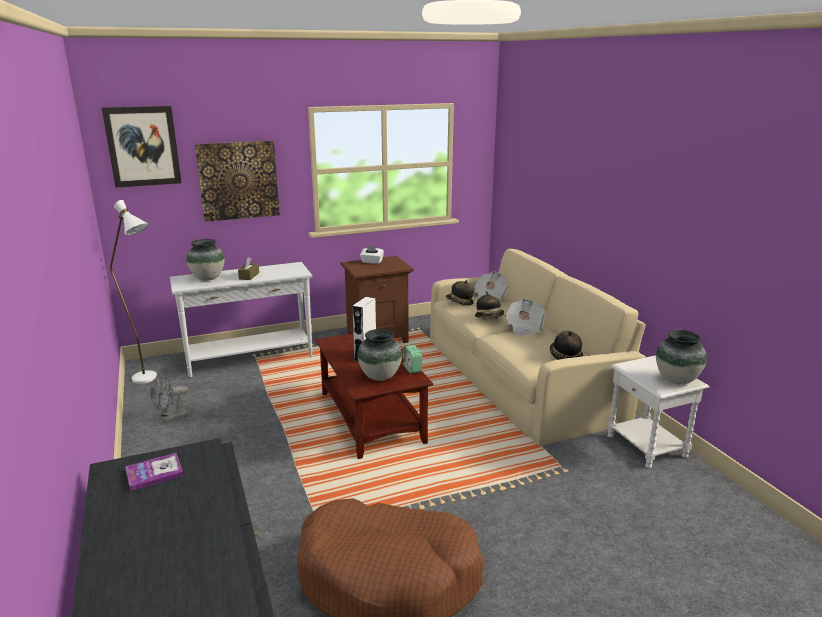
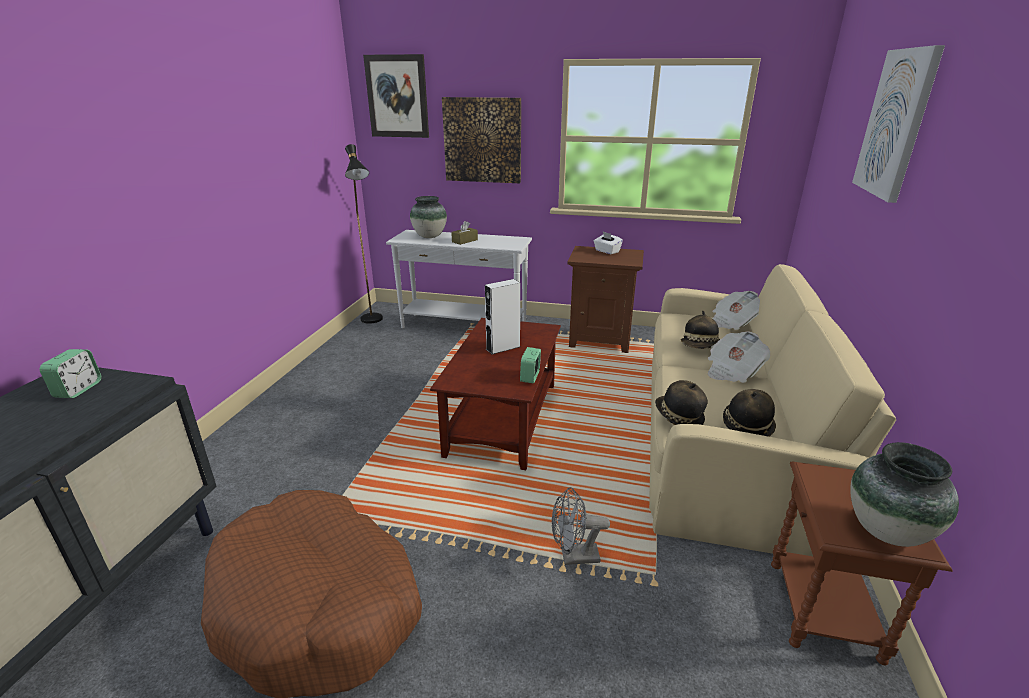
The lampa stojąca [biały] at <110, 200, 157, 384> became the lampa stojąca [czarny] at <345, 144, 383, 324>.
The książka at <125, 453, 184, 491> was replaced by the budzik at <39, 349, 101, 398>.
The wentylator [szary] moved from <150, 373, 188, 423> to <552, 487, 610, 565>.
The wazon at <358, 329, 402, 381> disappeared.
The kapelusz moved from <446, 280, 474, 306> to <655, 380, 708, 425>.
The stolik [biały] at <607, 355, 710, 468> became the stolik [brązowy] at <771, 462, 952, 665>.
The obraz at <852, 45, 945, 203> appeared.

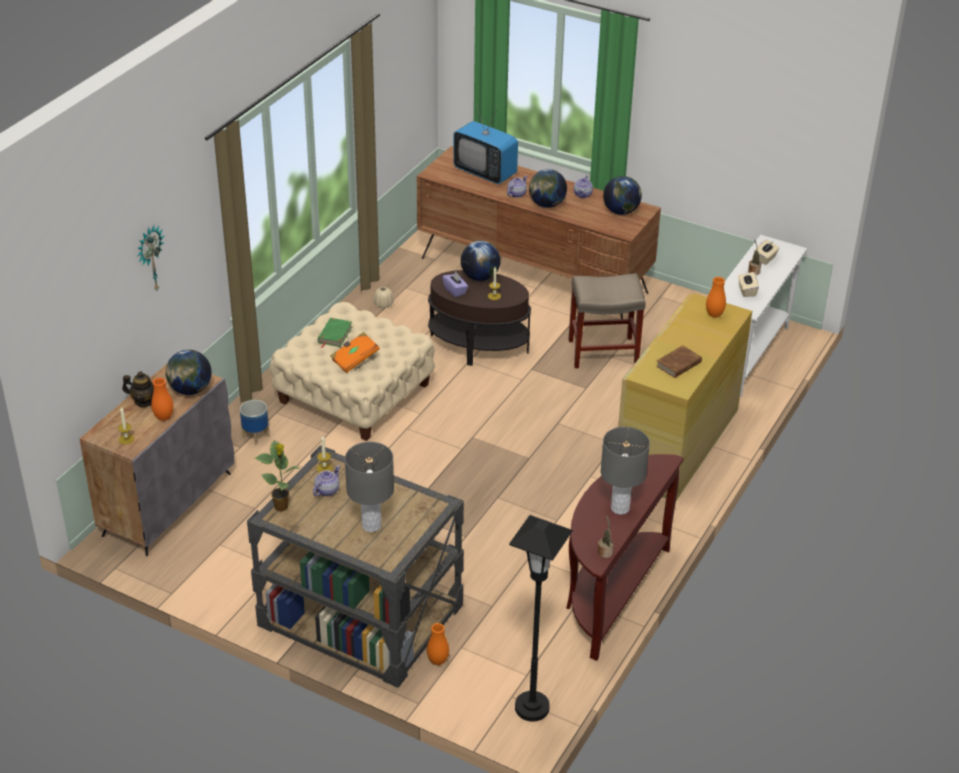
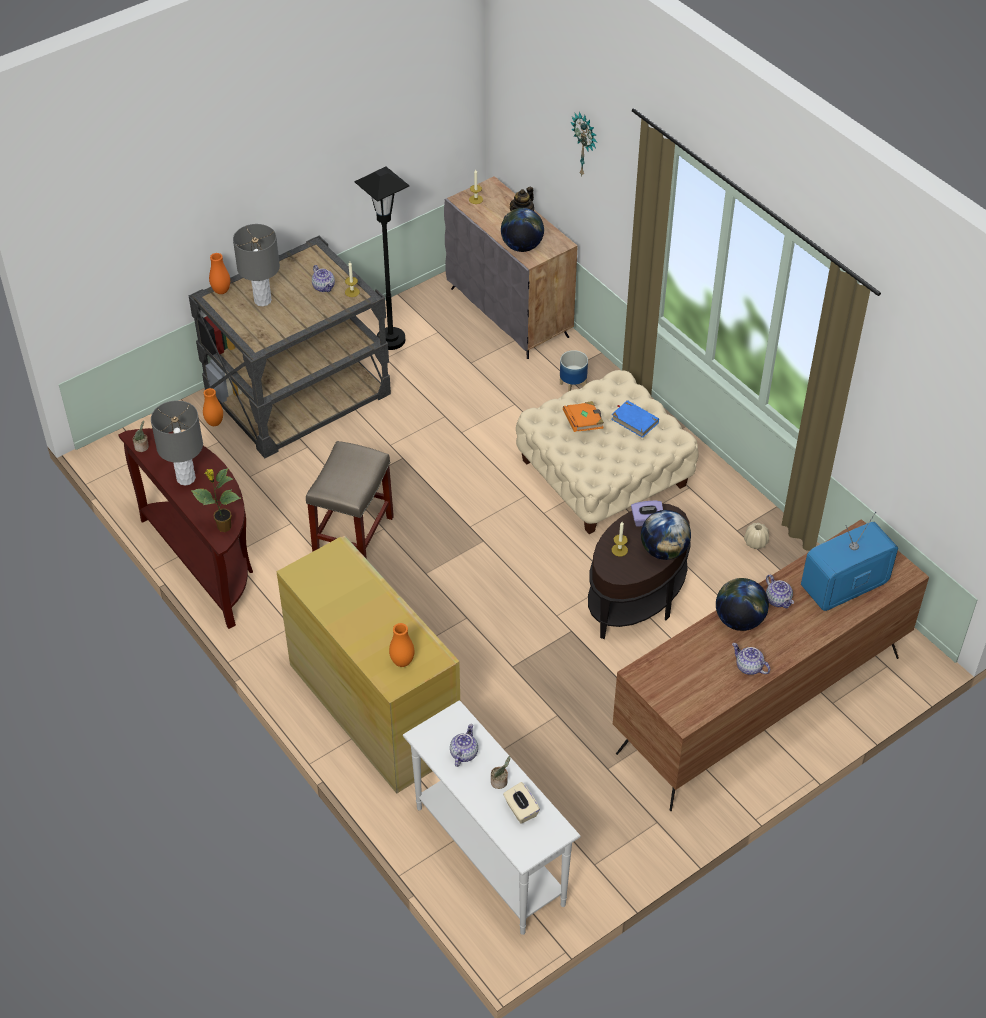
The wazon [pomarańczowy] moved from <151, 378, 173, 421> to <209, 253, 230, 294>.
The roślina doniczkowa moved from <255, 440, 301, 511> to <191, 468, 241, 532>.
The książka [zielony] at <318, 318, 352, 348> became the książka [niebieski] at <611, 400, 659, 438>.
The lampa stojąca [czarny] moved from <509, 515, 573, 722> to <354, 167, 409, 350>.
The stołek [beżowy] moved from <569, 273, 646, 368> to <306, 441, 394, 559>.
The globus at <603, 176, 642, 215> disappeared.
The książka [brązowy] at <656, 345, 702, 378> disappeared.
The pudełko chusteczek [beżowy] at <738, 272, 759, 297> was replaced by the imbryk at <450, 724, 478, 767>.

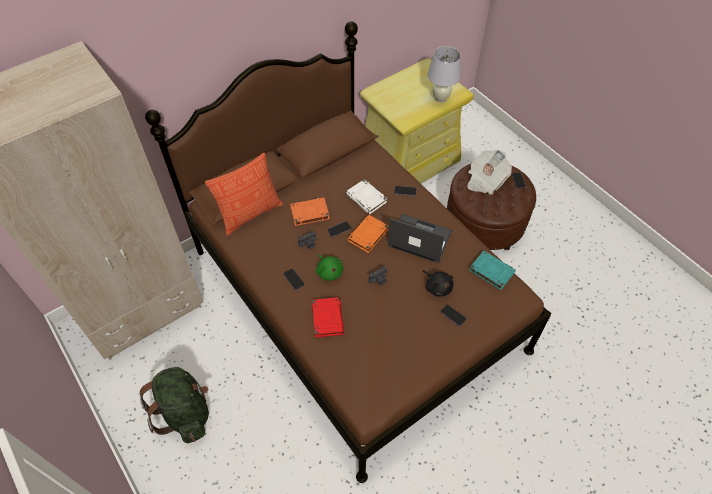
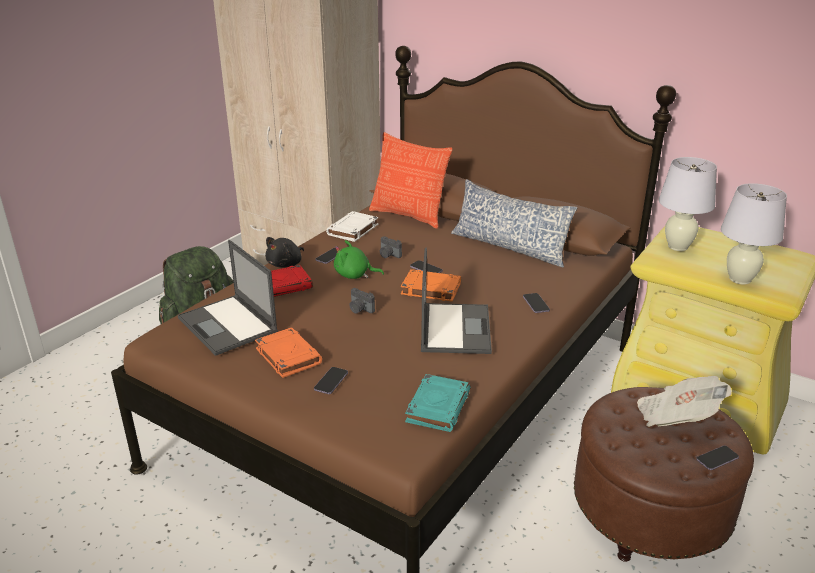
The książka [pomarańczowy] moved from <290, 197, 330, 226> to <255, 327, 322, 378>.
The pluszak [zielony] at <316, 254, 344, 281> turned 60 degrees clockwise.
The książka [biały] moved from <346, 179, 387, 215> to <326, 211, 378, 242>.
The pluszak [czarny] moved from <423, 270, 454, 297> to <265, 237, 304, 268>.
The laptop at <178, 240, 278, 356> appeared.
The poduszka at <451, 179, 578, 267> appeared.
The lampa stołowa [biały] at <659, 157, 717, 251> appeared.

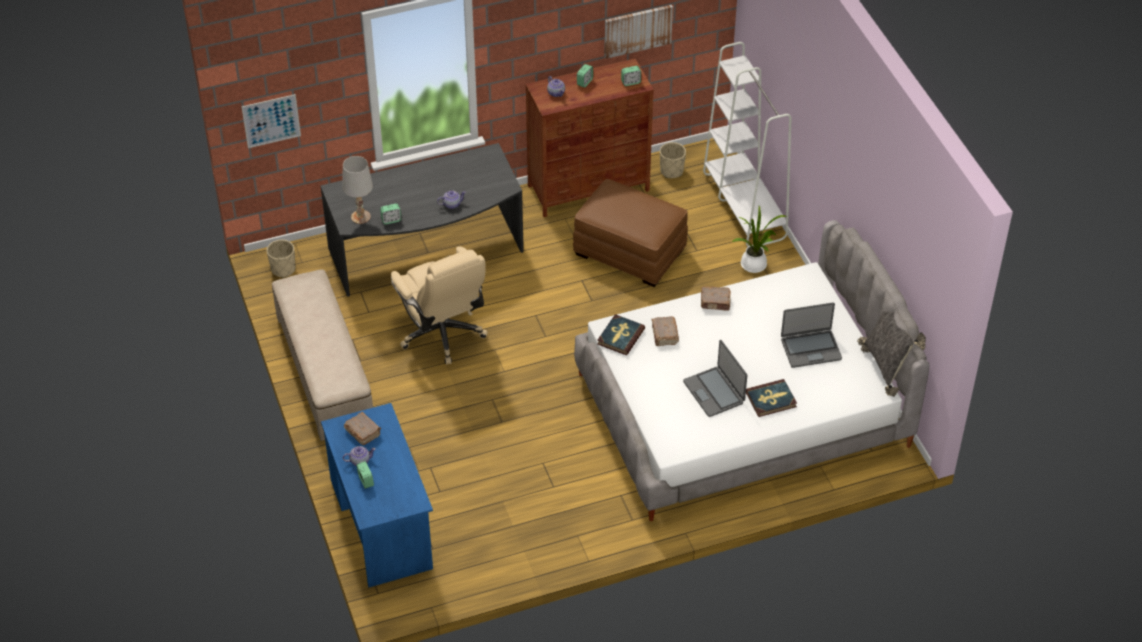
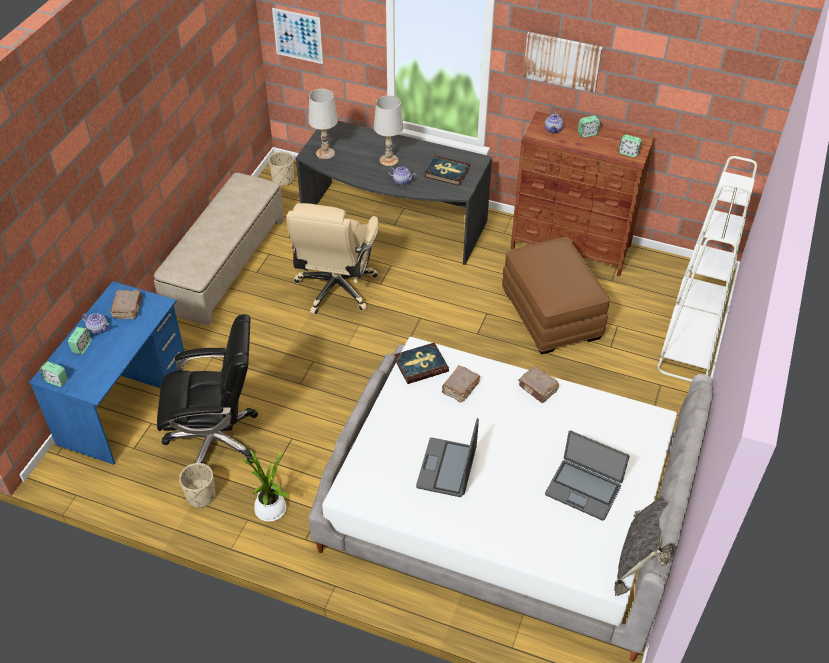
The budzik moved from <380, 203, 401, 225> to <40, 361, 68, 387>.
The obraz moved from <605, 5, 673, 59> to <523, 32, 603, 93>.
The donica [beżowy] moved from <660, 142, 686, 178> to <179, 463, 216, 508>.
The roślina doniczkowa moved from <732, 206, 787, 273> to <238, 449, 289, 522>.
The książka moved from <746, 379, 797, 417> to <424, 155, 470, 186>.
The krzesło biurowe [czarny] at <157, 314, 258, 464> appeared.
The lampa stołowa [biały] at <374, 95, 403, 166> appeared.

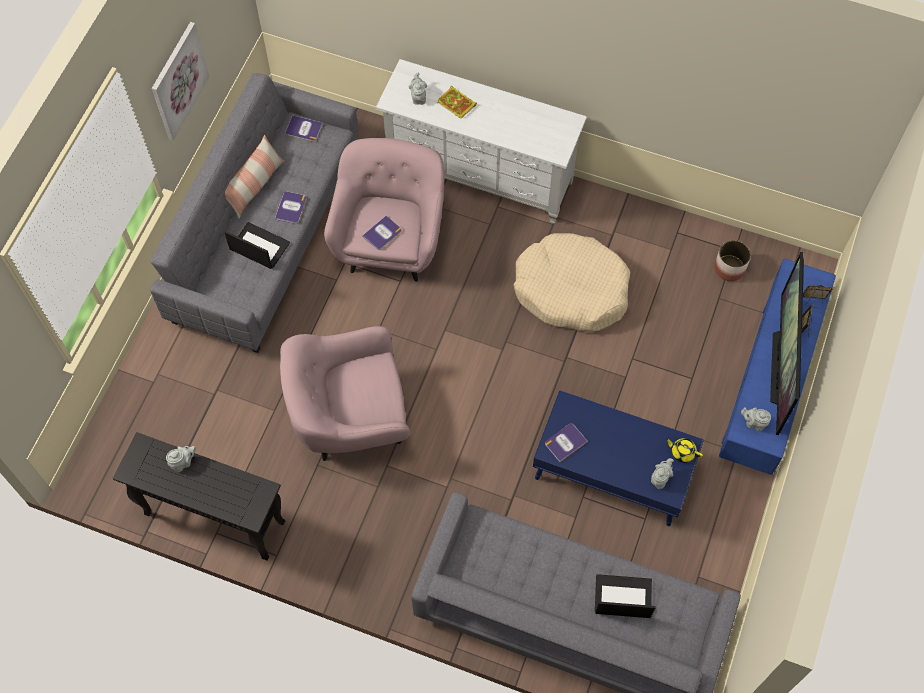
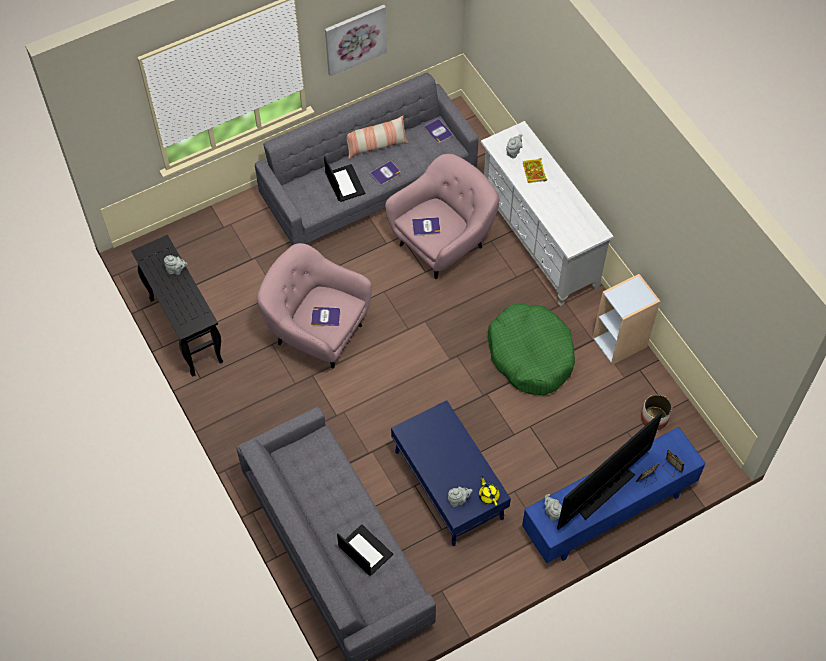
The legowisko [beżowy] at <514, 233, 630, 332> became the legowisko [zielony] at <488, 304, 575, 395>.
The książka moved from <545, 423, 588, 462> to <311, 307, 340, 326>.
The regał at <593, 274, 660, 365> appeared.

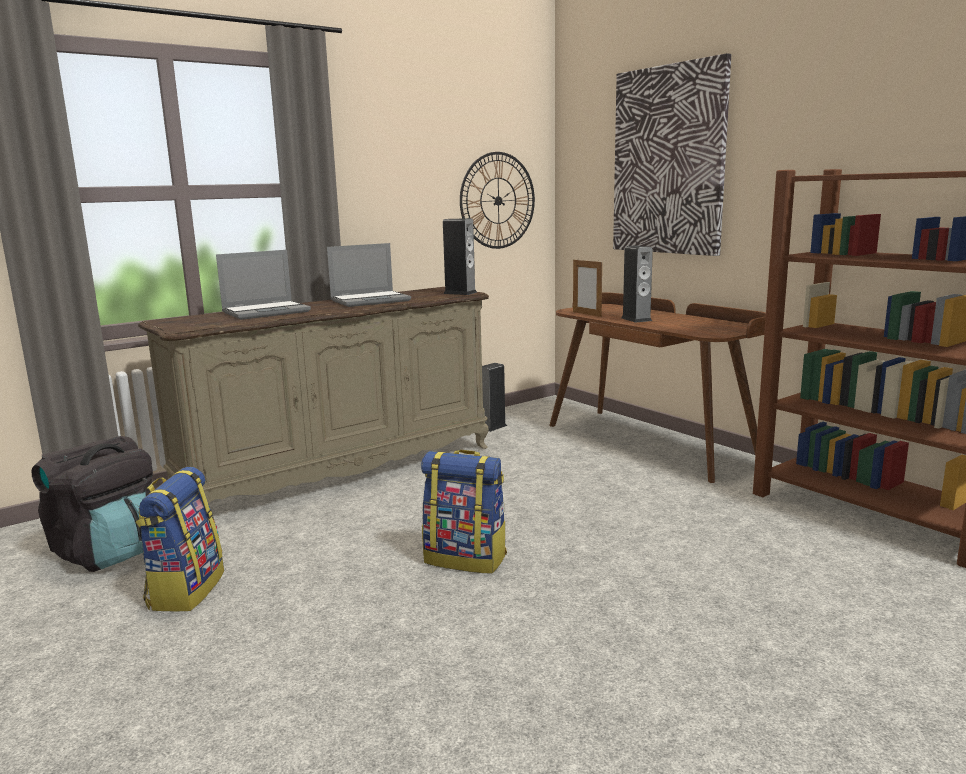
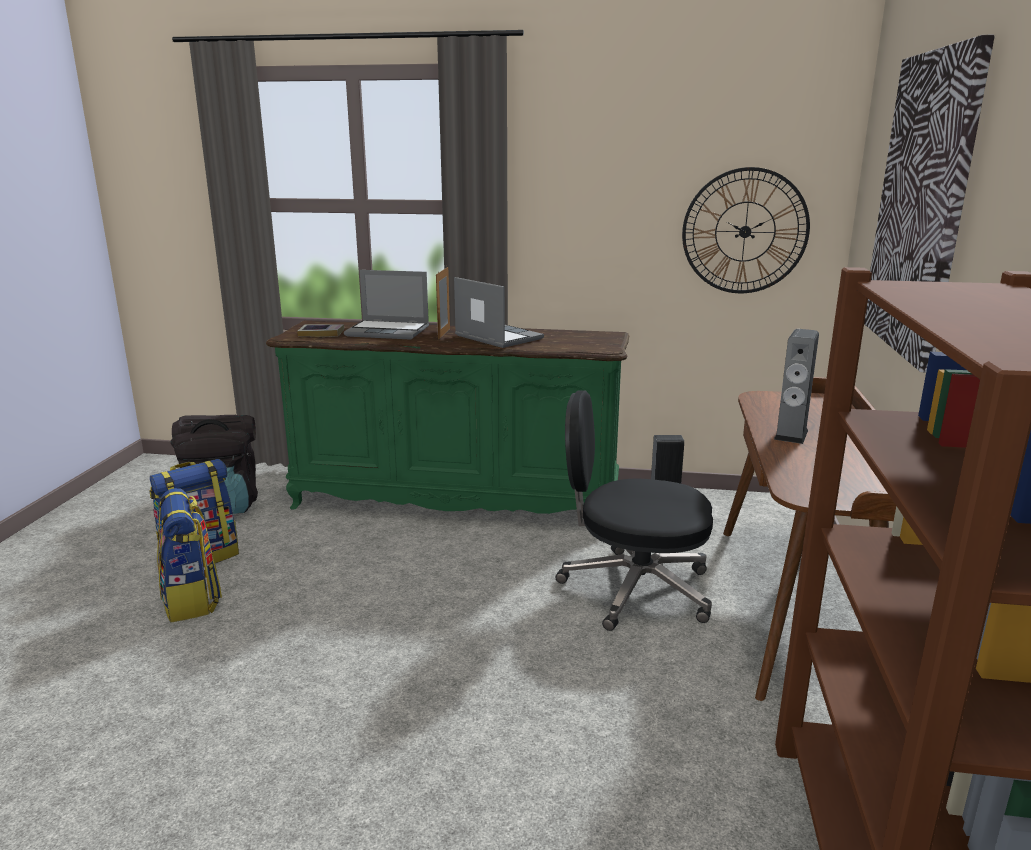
The szafka [beżowy] at <138, 287, 489, 503> became the szafka [zielony] at <266, 320, 629, 514>.
The laptop at <327, 243, 411, 307> turned 150 degrees counterclockwise.
The plecak moved from <421, 450, 507, 574> to <157, 488, 222, 622>.
The głośnik at <443, 219, 477, 295> disappeared.
The ramka na zdjęcie moved from <573, 258, 602, 317> to <436, 266, 450, 340>.
The książka at <297, 324, 344, 337> appeared.
The krzesło biurowe [czarny] at <555, 390, 713, 631> appeared.

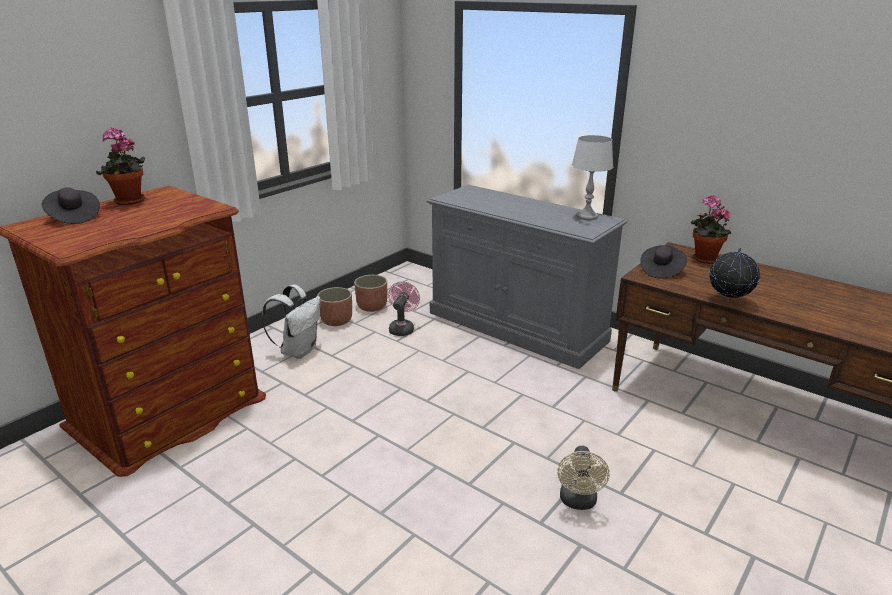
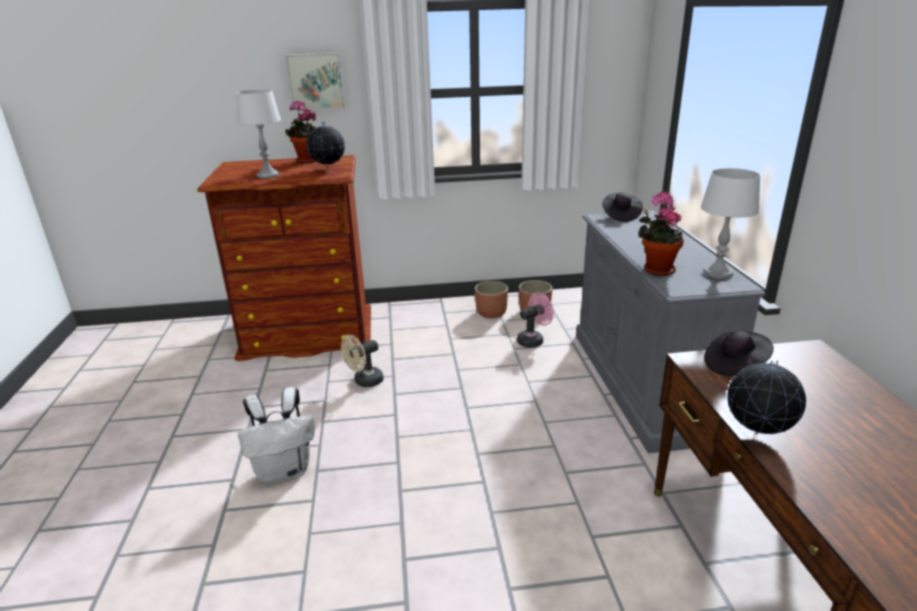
The kapelusz [czarny] moved from <42, 187, 100, 224> to <602, 192, 643, 222>.
The plecak [biały] moved from <262, 284, 321, 359> to <238, 387, 315, 485>.
The wentylator [beżowy] moved from <557, 446, 610, 510> to <341, 335, 384, 387>.
The roślina doniczkowa moved from <691, 195, 731, 264> to <639, 192, 684, 276>.
The lampa stołowa [szary] at <236, 89, 281, 178> appeared.
The obraz at <285, 53, 345, 110> appeared.
The globus at <307, 121, 345, 170> appeared.

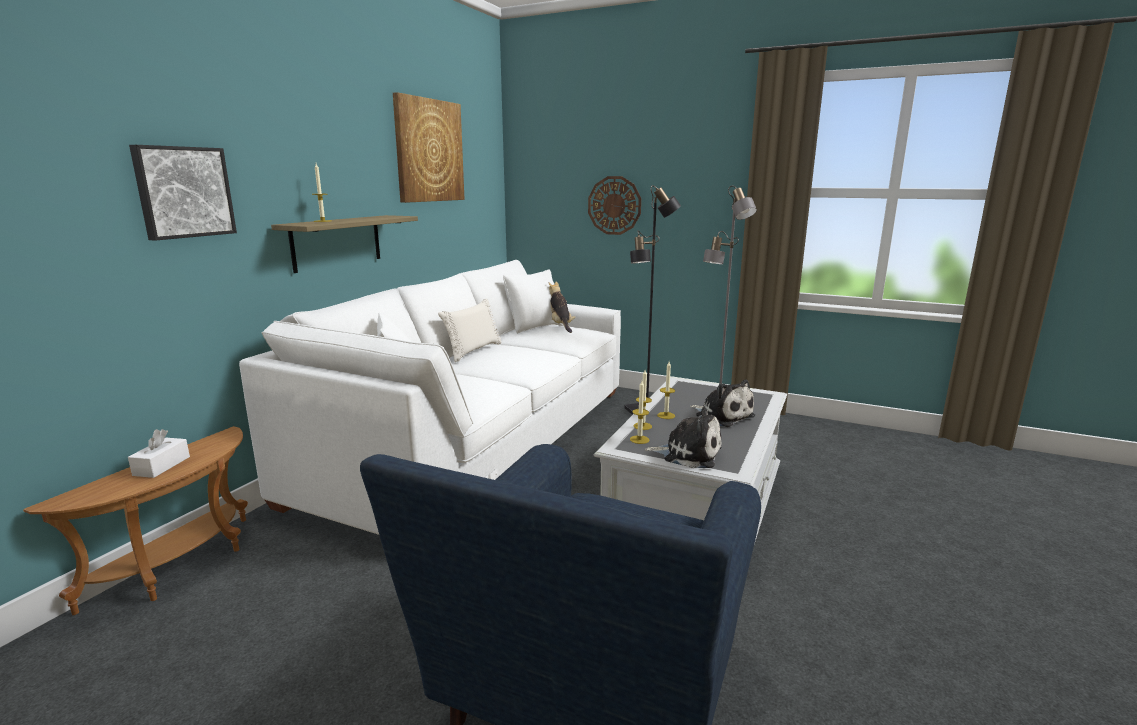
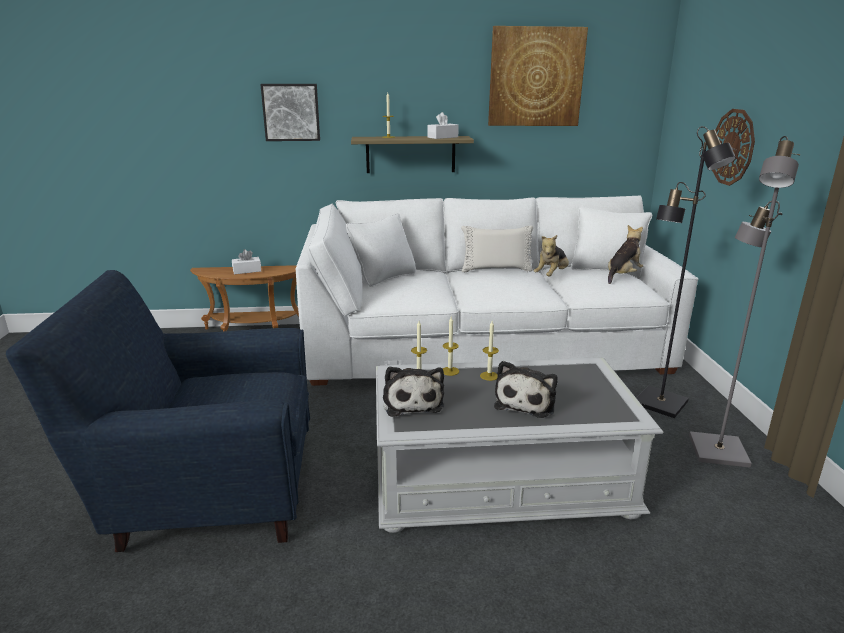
The pudełko chusteczek [biały] at <427, 112, 459, 139> appeared.
The pluszak at <534, 235, 569, 276> appeared.

